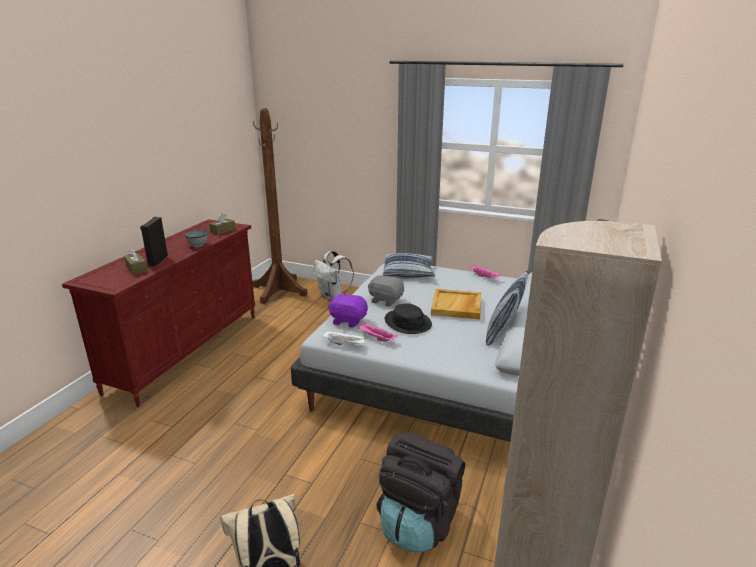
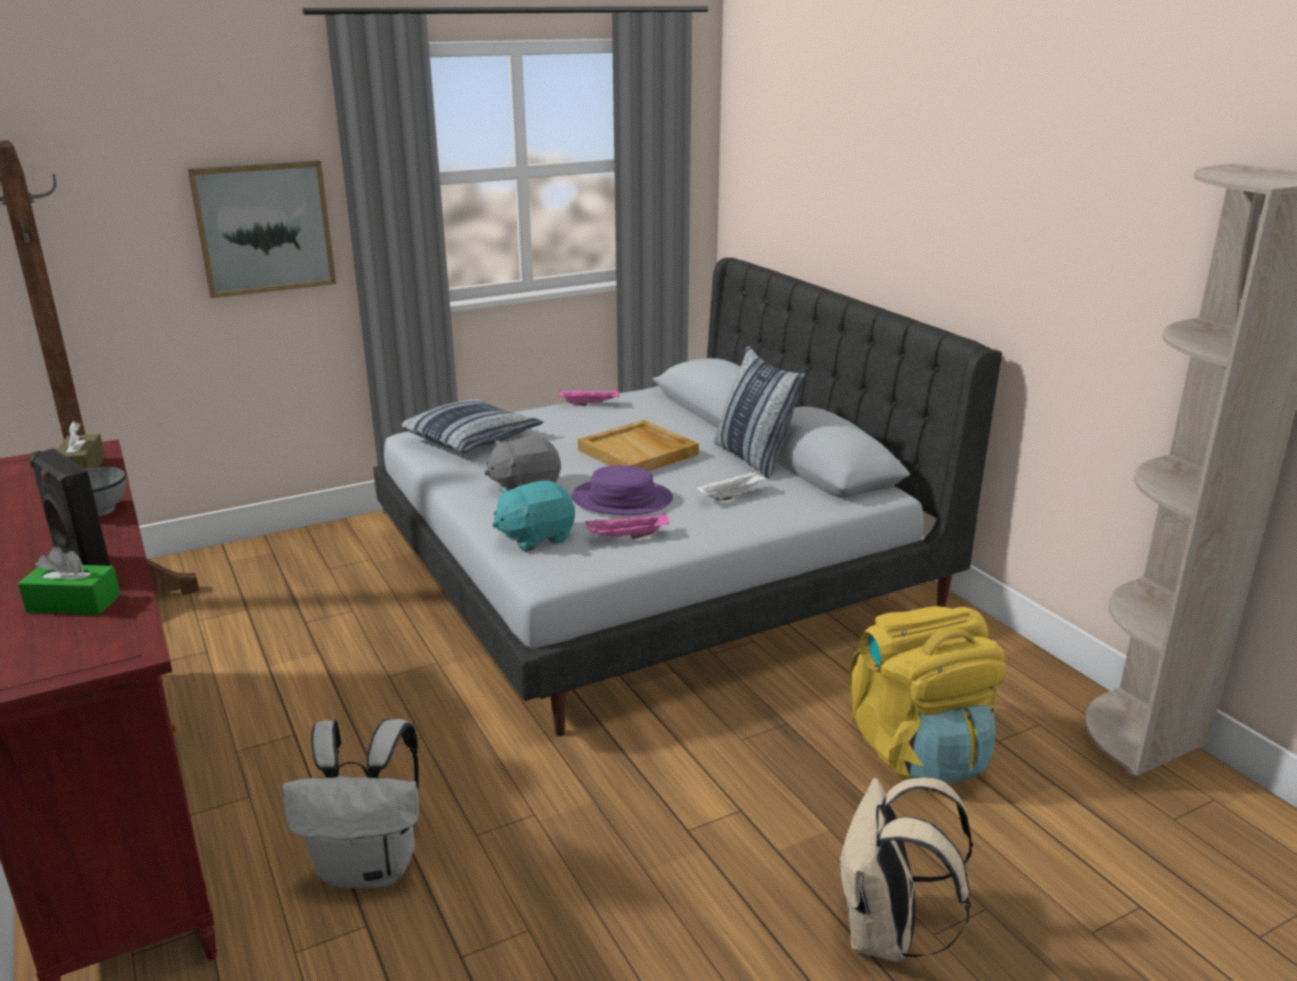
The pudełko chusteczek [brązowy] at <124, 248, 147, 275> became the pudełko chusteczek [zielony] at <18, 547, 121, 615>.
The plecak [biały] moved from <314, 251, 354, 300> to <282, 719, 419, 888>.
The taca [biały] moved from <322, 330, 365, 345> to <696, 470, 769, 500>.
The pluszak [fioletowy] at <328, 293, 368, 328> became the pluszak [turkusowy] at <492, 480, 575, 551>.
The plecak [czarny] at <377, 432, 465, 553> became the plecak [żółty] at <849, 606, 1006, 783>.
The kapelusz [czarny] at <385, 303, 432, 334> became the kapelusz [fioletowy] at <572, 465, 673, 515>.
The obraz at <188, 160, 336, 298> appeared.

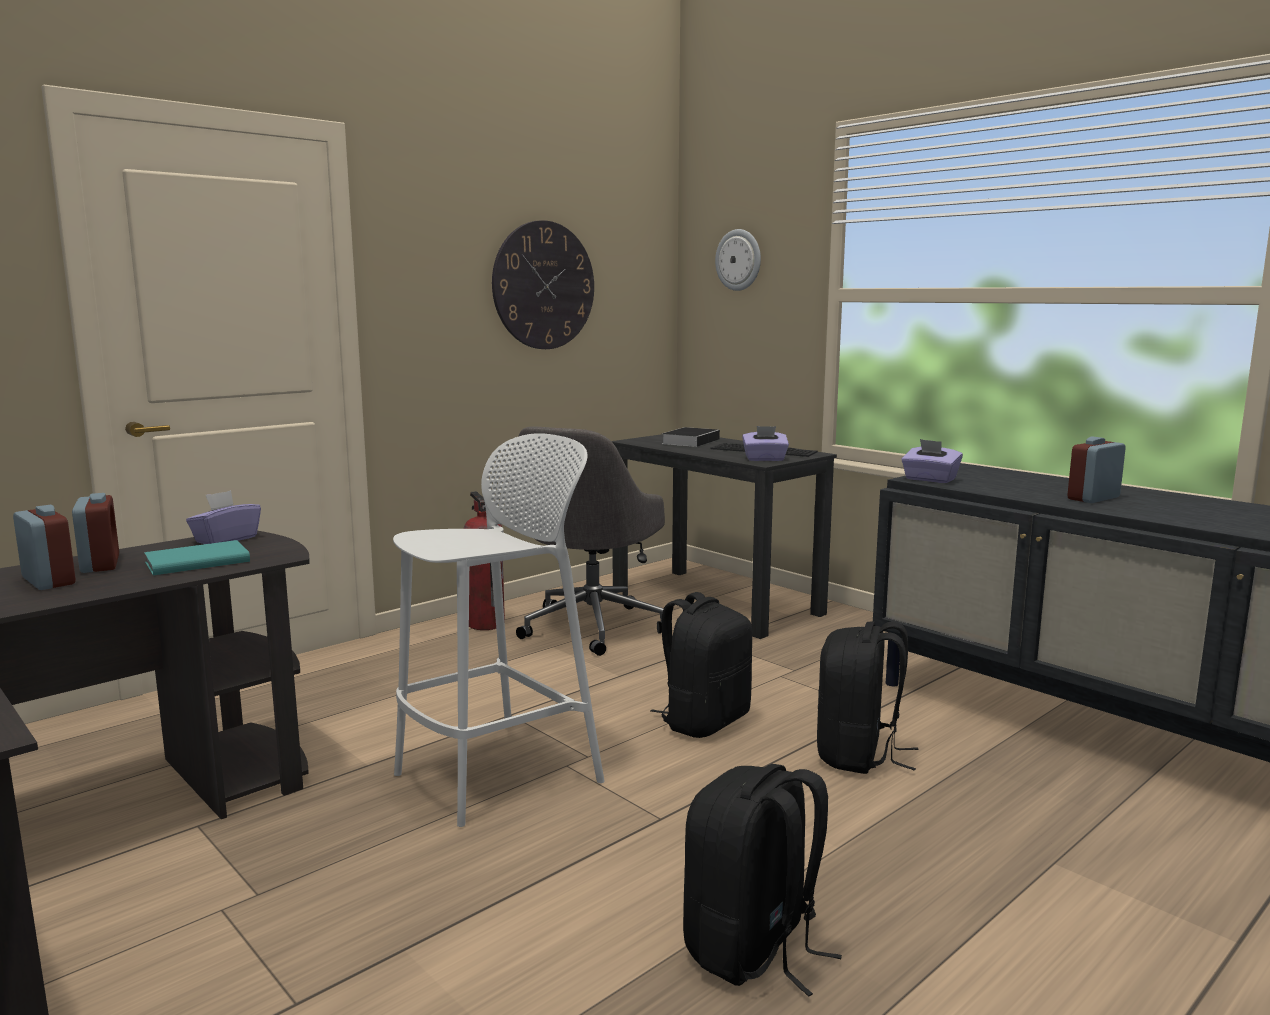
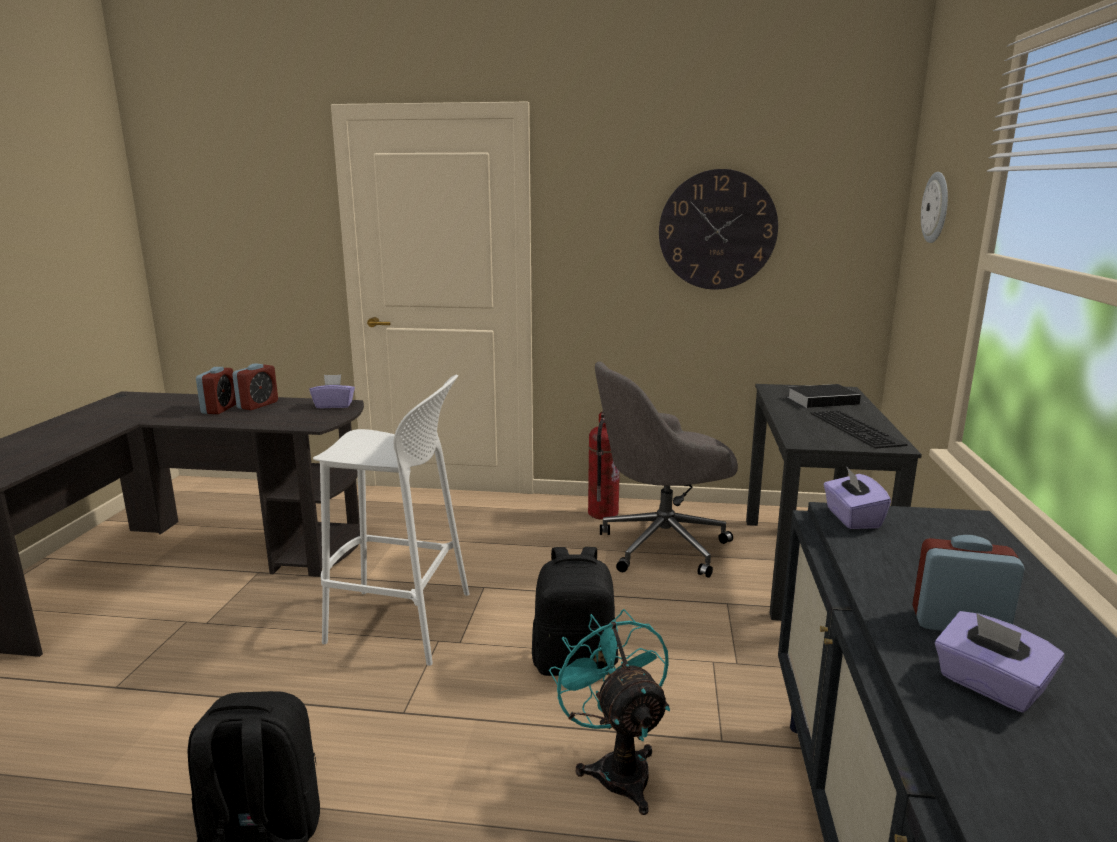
The książka [turkusowy] at <144, 540, 250, 575> disappeared.
The pudełko chusteczek [fioletowy] moved from <742, 426, 789, 461> to <935, 611, 1065, 713>.
The plecak [czarny] at <817, 621, 918, 774> was replaced by the wentylator [turkusowy] at <549, 609, 670, 815>.

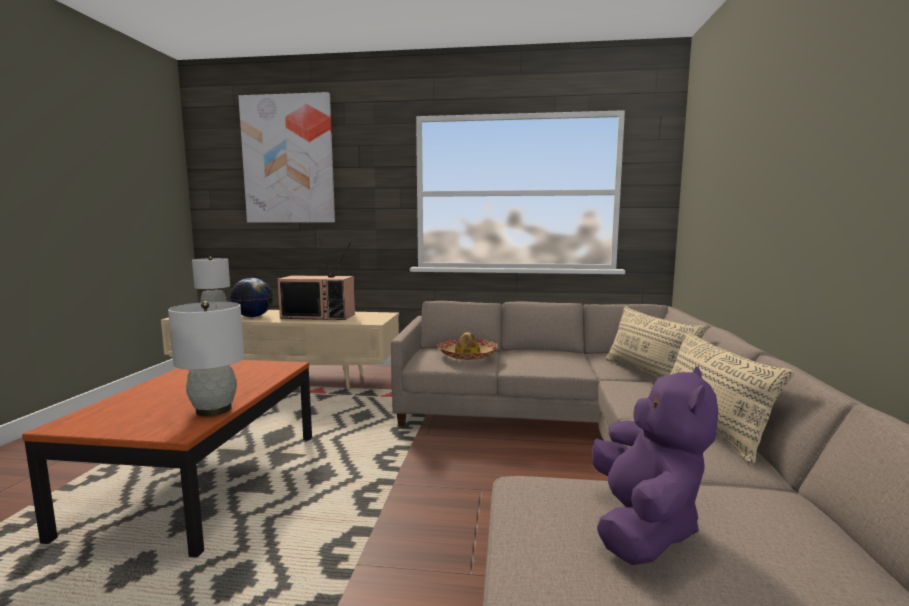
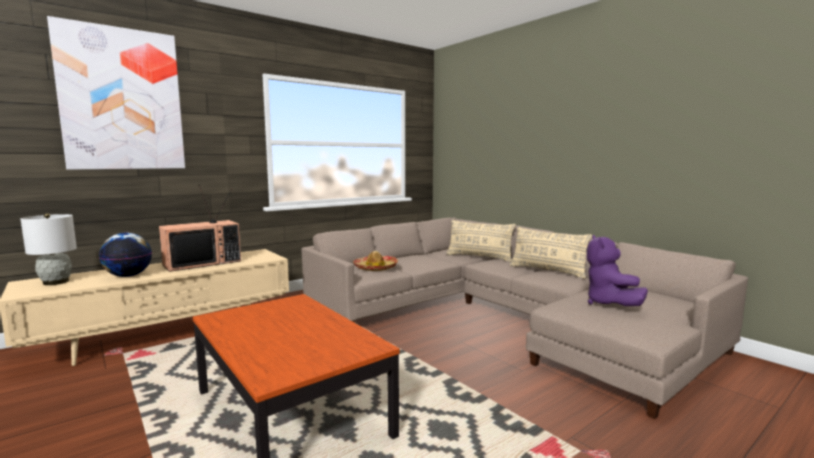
The lampa stołowa [biały] at <168, 301, 244, 416> disappeared.
The pluszak [fioletowy] at <592, 366, 718, 565> turned 150 degrees counterclockwise.

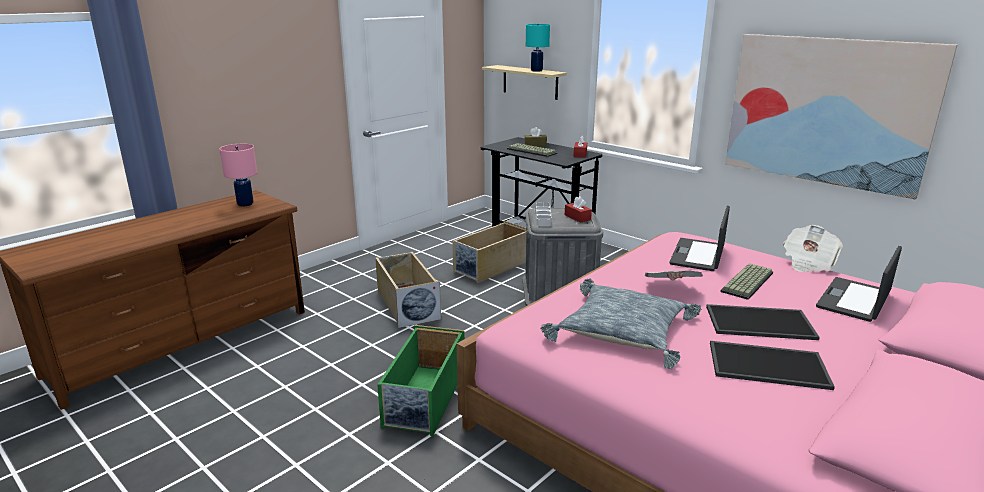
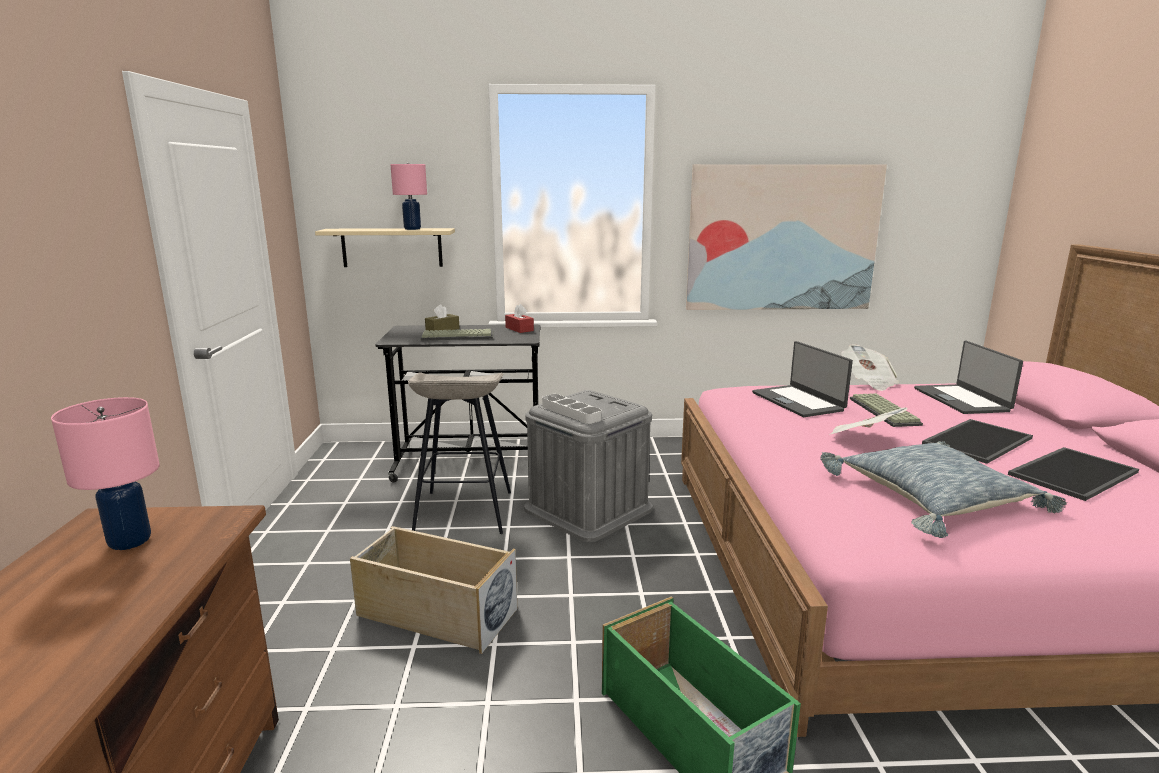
The pojemnik do przechowywania [beżowy] at <452, 221, 526, 283> was replaced by the stołek [szary] at <408, 372, 511, 534>.
The lampa stołowa [turkusowy] at <526, 24, 550, 72> became the lampa stołowa [różowy] at <390, 163, 427, 230>.
The pudełko chusteczek [czerwony] at <565, 196, 592, 223> disappeared.

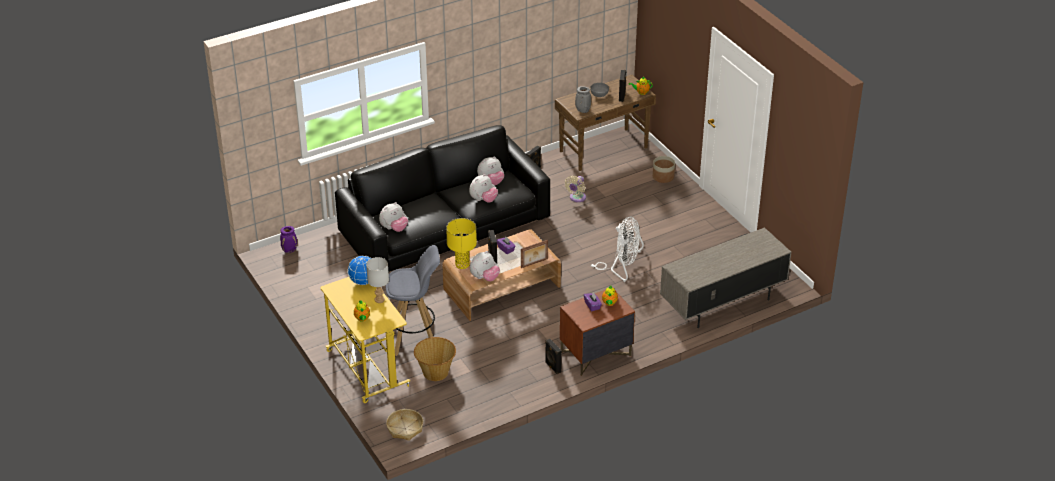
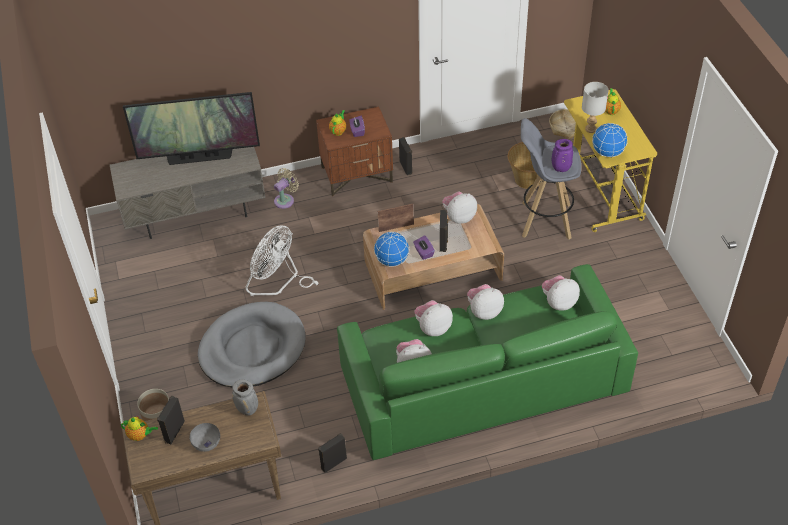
The wazon [fioletowy] moved from <280, 226, 297, 253> to <552, 139, 573, 172>.
The kanapa [czarny] at <335, 125, 550, 272> became the kanapa [zielony] at <337, 264, 638, 460>.
The lampa stołowa [żółty] at <446, 218, 477, 269> disappeared.
The wentylator [beżowy] moved from <565, 176, 586, 202> to <274, 168, 299, 209>.
The telewizor at <123, 92, 260, 165> appeared.
The legowisko [szary] at <198, 302, 306, 387> appeared.
The globus at <374, 232, 409, 267> appeared.
The pluszak at <467, 284, 504, 320> appeared.

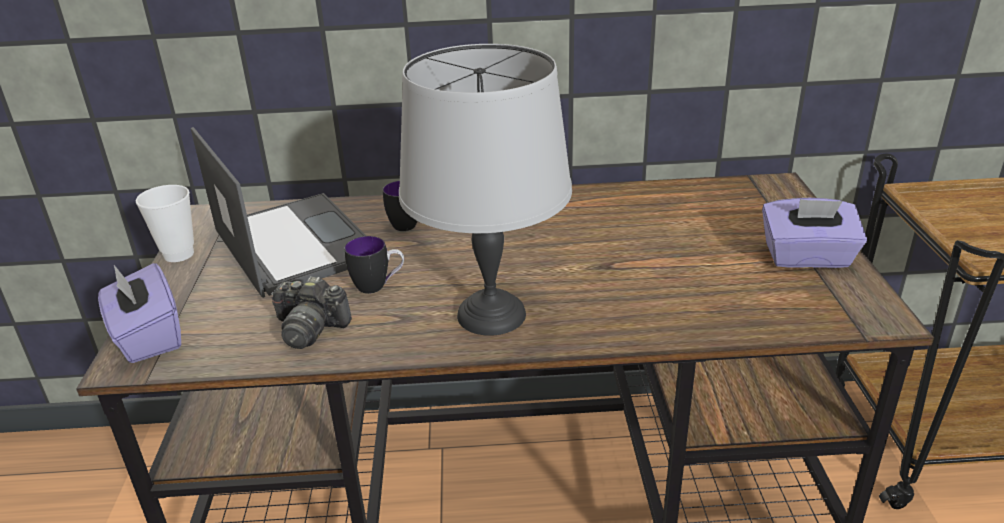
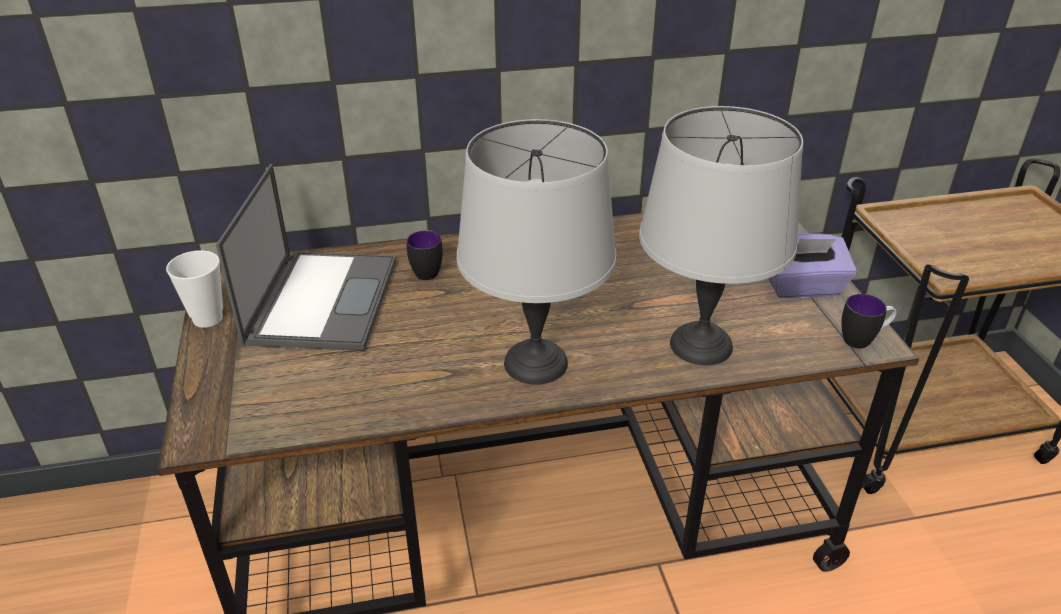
The pudełko chusteczek [fioletowy] at <98, 263, 181, 363> disappeared.
The laptop at <191, 127, 366, 298> turned 45 degrees clockwise.
The aparat fotograficzny at <271, 276, 352, 349> disappeared.
The kubek moved from <344, 236, 404, 294> to <841, 294, 897, 349>.
The lampa stołowa [szary] at <639, 106, 803, 365> appeared.

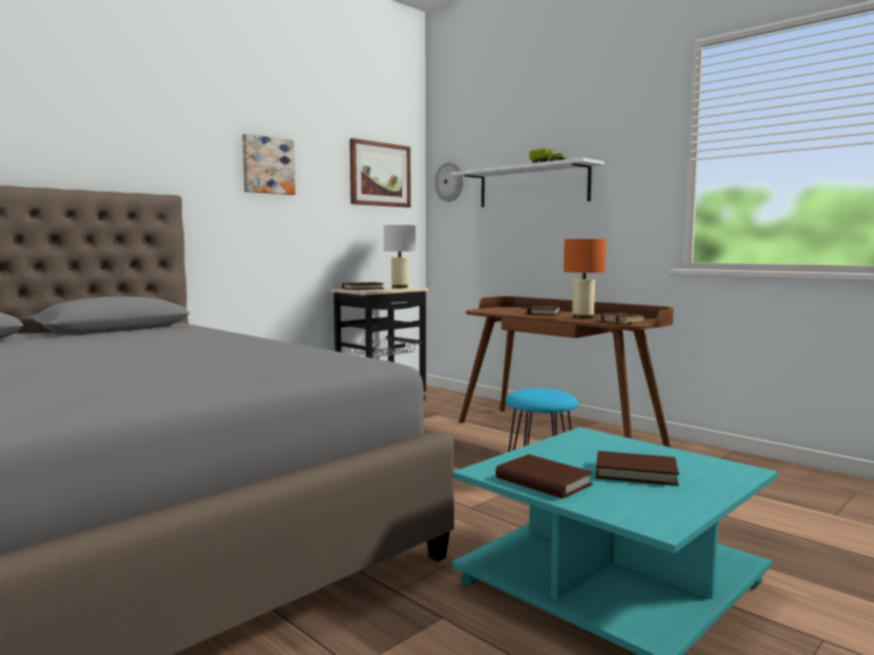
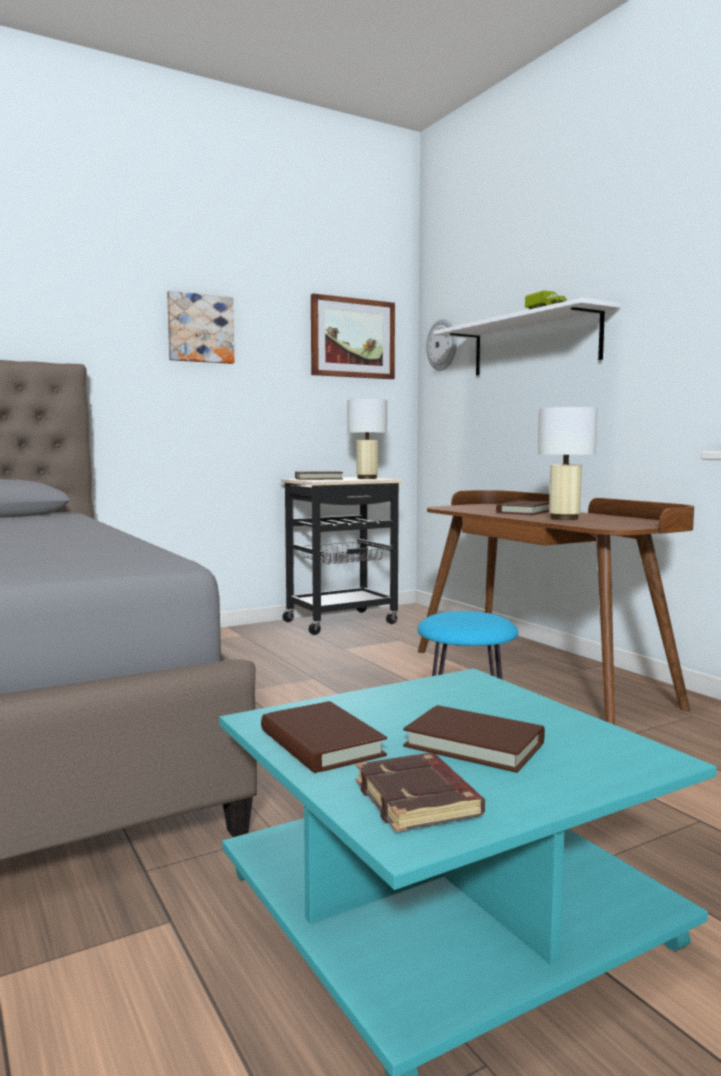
The lampa stołowa [pomarańczowy] at <564, 239, 606, 319> became the lampa stołowa [biały] at <538, 407, 597, 520>.
The książka [brązowy] moved from <596, 312, 645, 324> to <356, 753, 485, 832>.

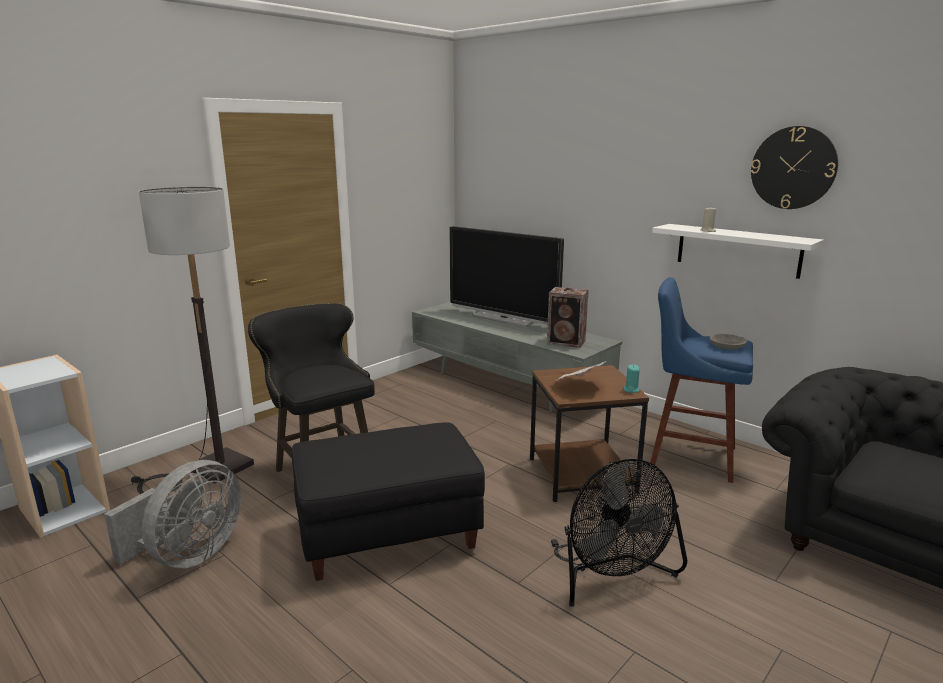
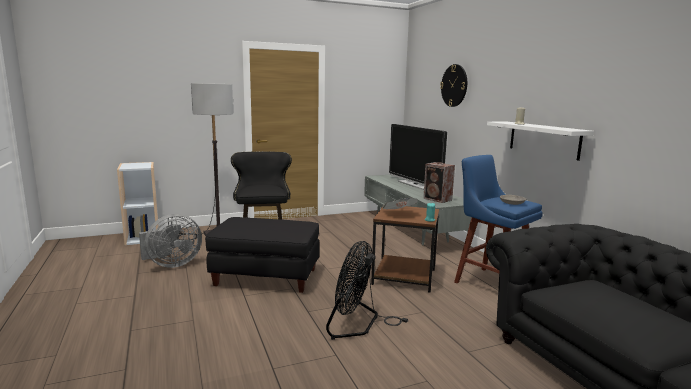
The wentylator [czarny] at <551, 459, 687, 607> turned 105 degrees clockwise.
The zegar ścienny moved from <751, 126, 838, 209> to <440, 64, 467, 107>.

